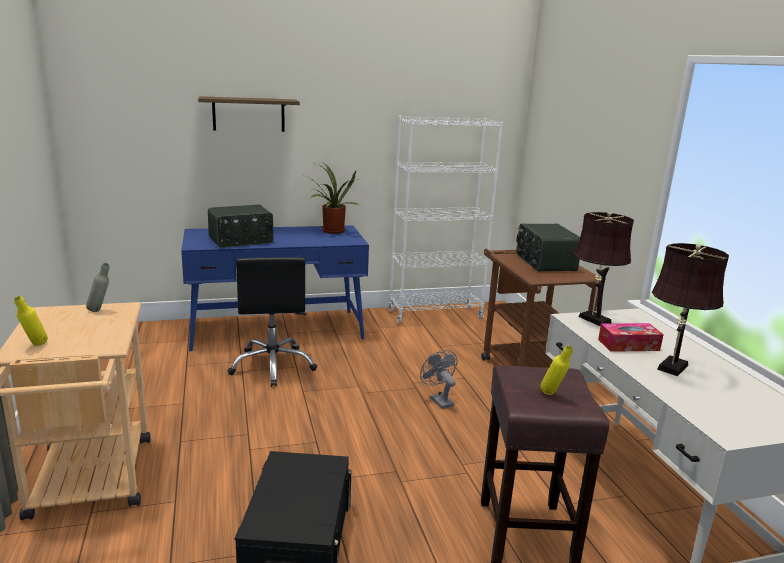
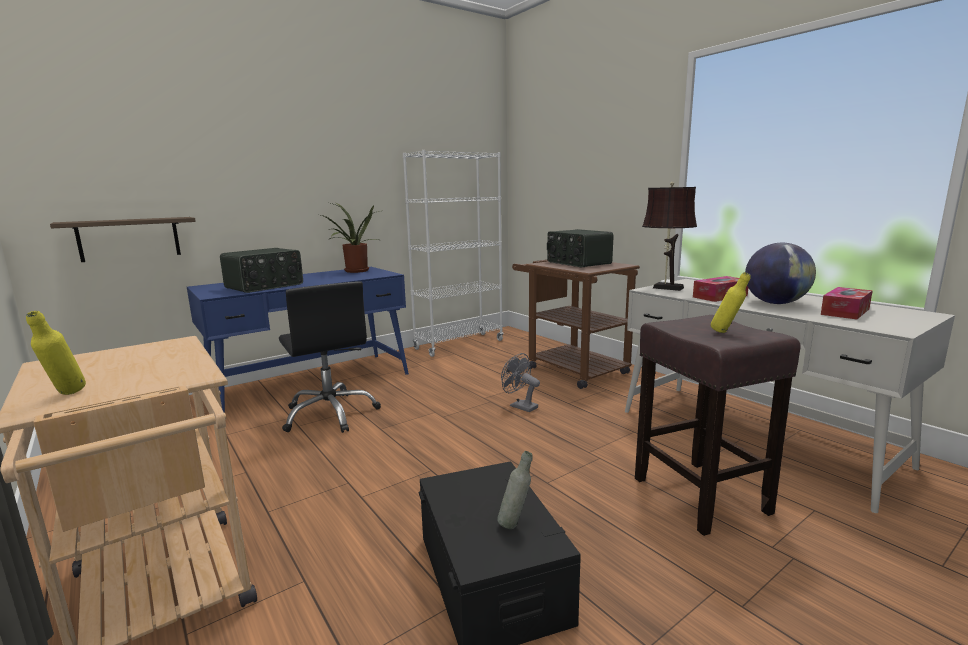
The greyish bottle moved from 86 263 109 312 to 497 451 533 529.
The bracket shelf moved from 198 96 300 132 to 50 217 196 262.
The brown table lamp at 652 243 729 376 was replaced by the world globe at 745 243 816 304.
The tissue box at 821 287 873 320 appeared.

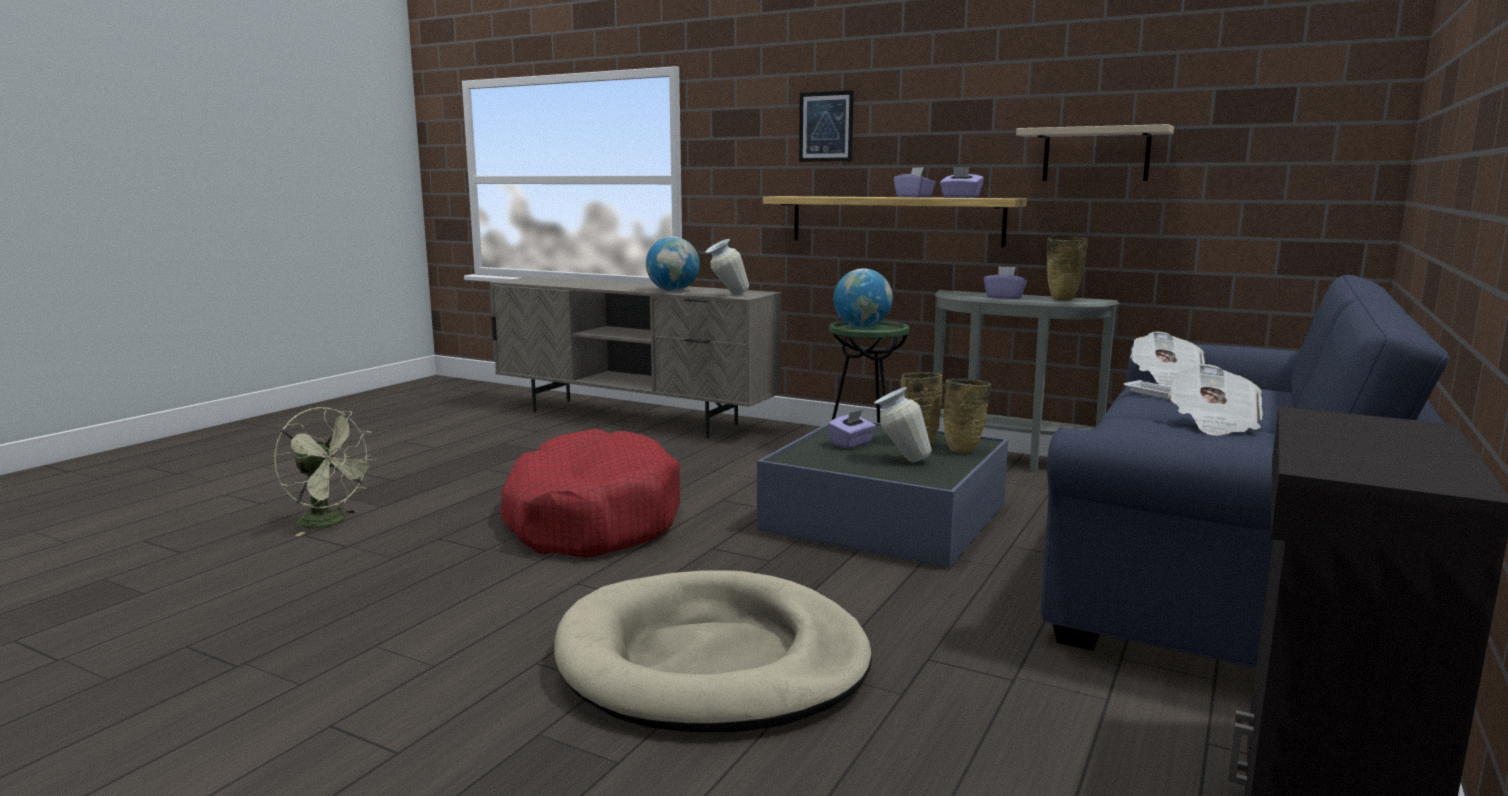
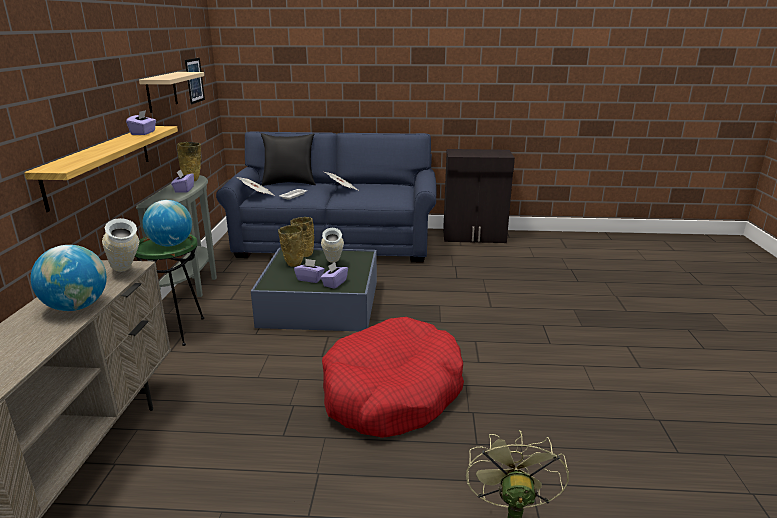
The beige pet bed at 554 570 872 732 disappeared.
The picture moved from 799 90 854 162 to 185 58 205 104.
The purple tissue box moved from 894 167 936 198 to 320 262 348 289.
The black cushion at 261 133 316 186 appeared.

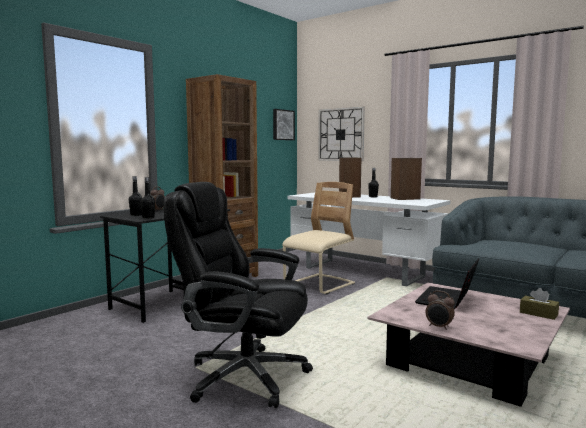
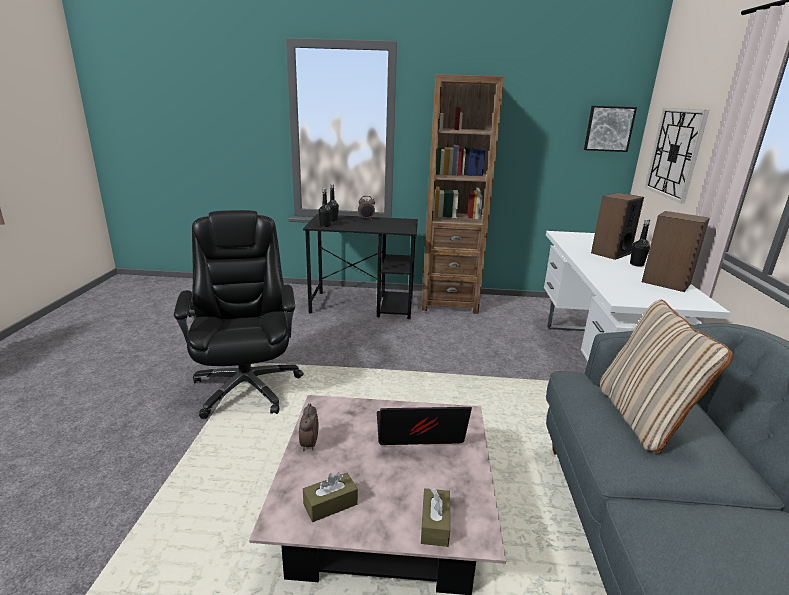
The beige upright chair at 282 182 355 295 disappeared.
The brown tissue box at 303 473 358 522 appeared.
The beige cushion at 600 300 733 454 appeared.

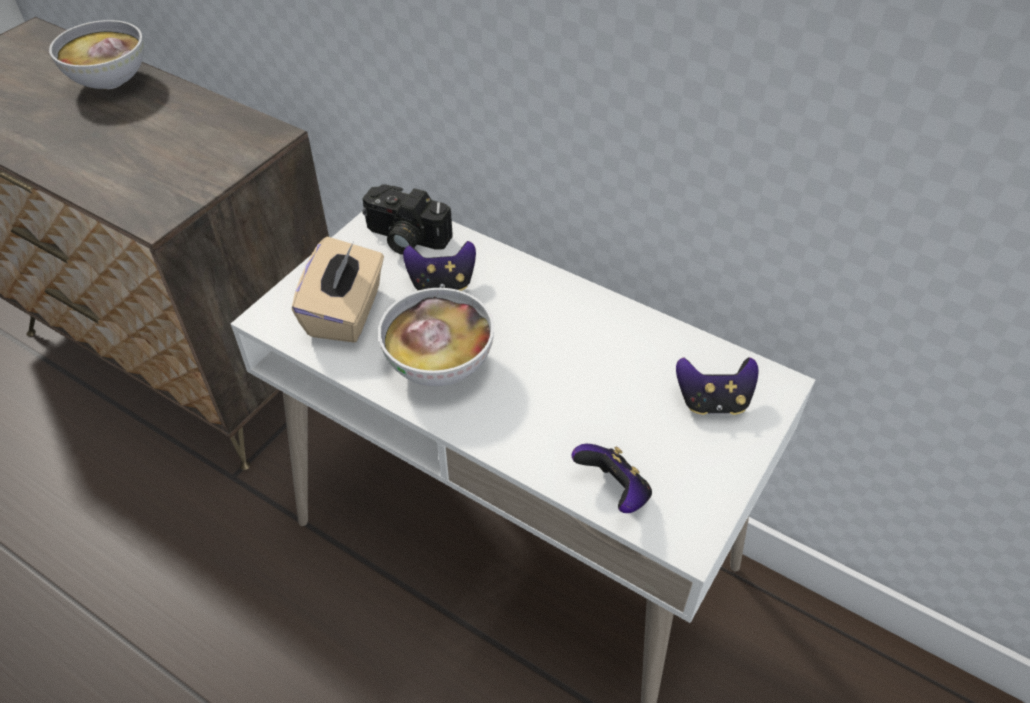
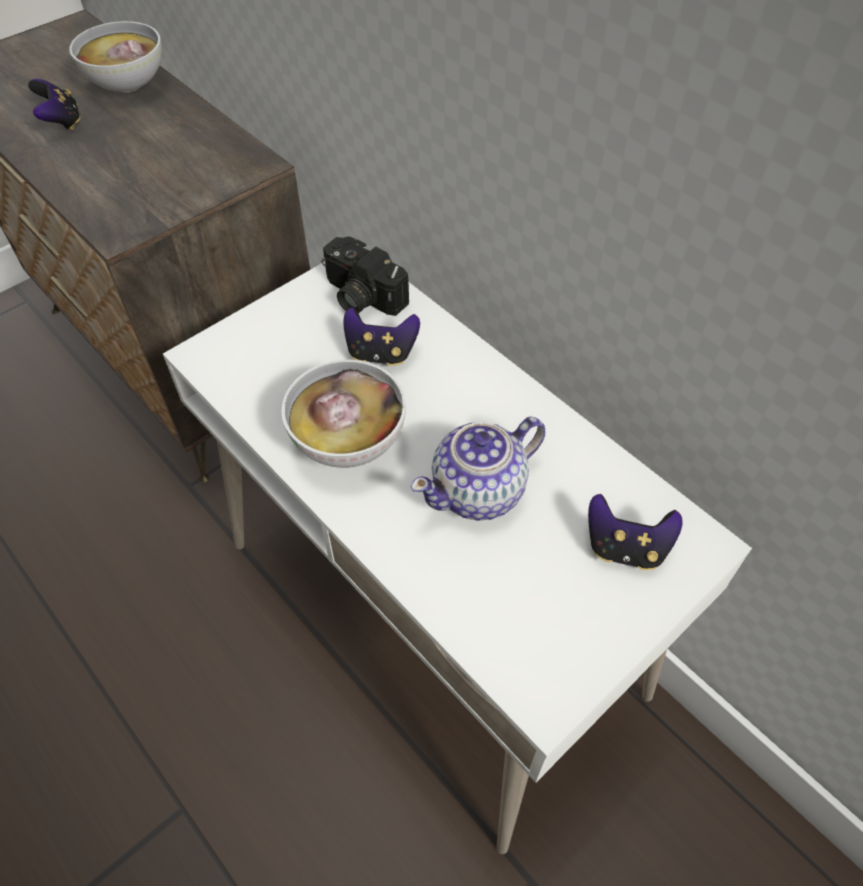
The beige tissue box at 292 236 384 343 disappeared.
The gamepad moved from 572 444 652 513 to 28 79 81 130.
The pot for tea at 411 417 545 521 appeared.

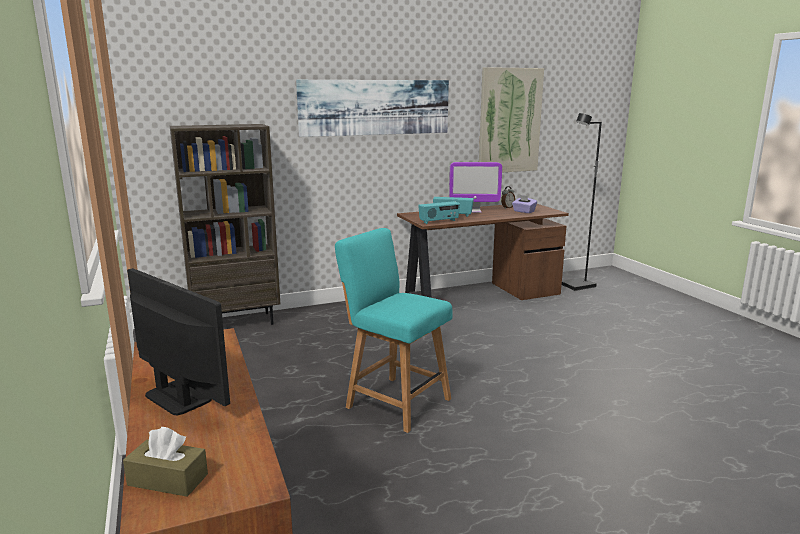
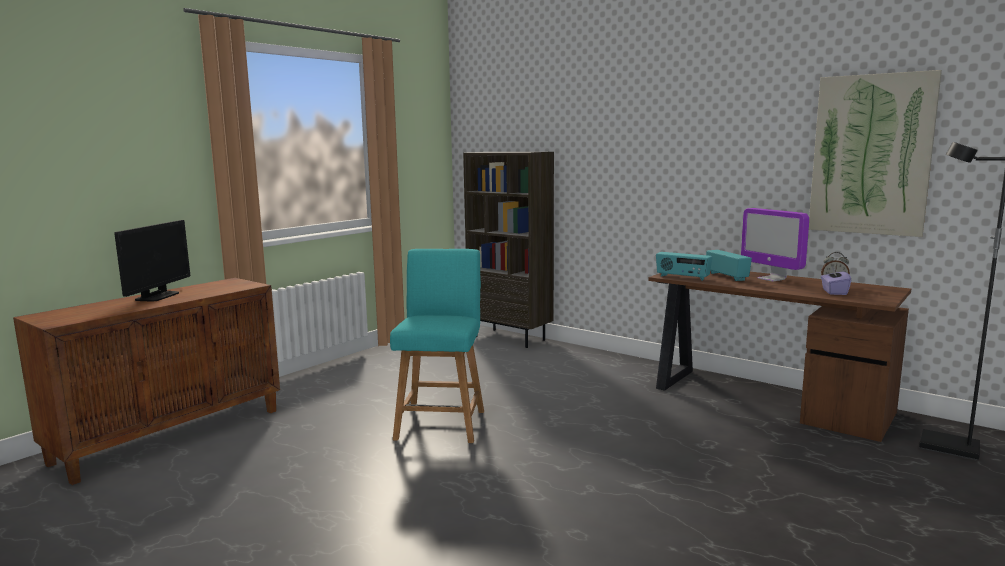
The brown tissue box at 123 427 208 497 disappeared.
The picture at 296 80 449 137 disappeared.

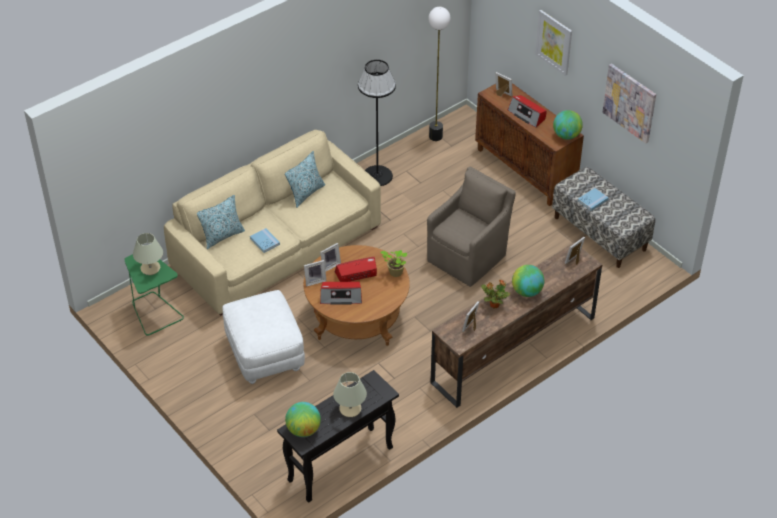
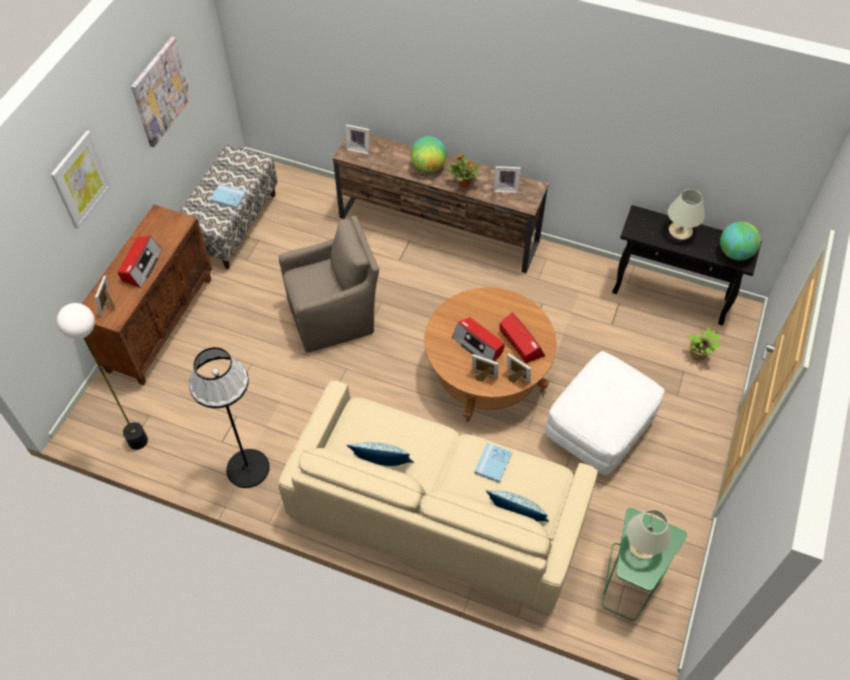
The houseplant moved from 380 250 407 277 to 688 327 720 361.
The brown easy chair at 427 166 516 287 turned 150 degrees clockwise.
The world globe at 553 110 583 140 disappeared.

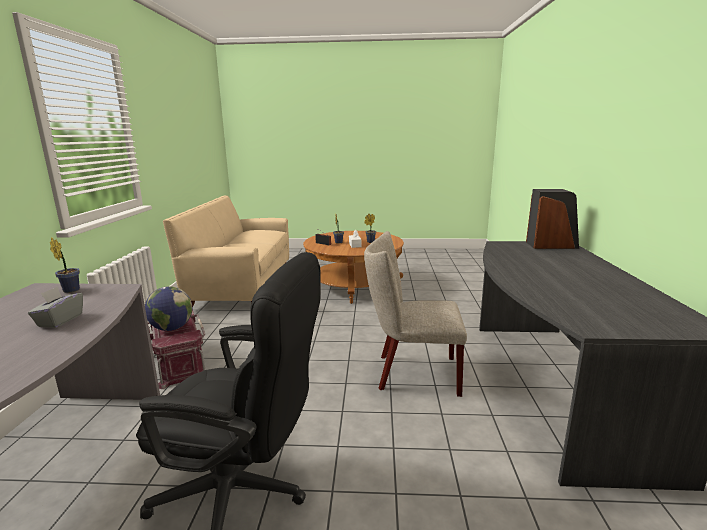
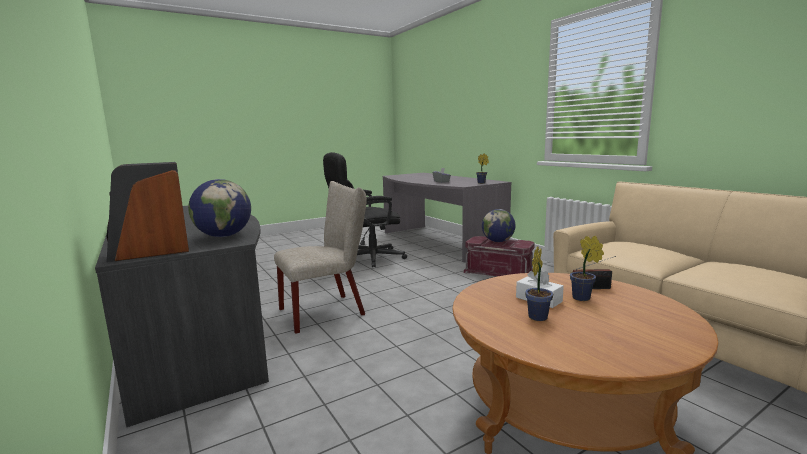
The world globe at 188 179 251 237 appeared.

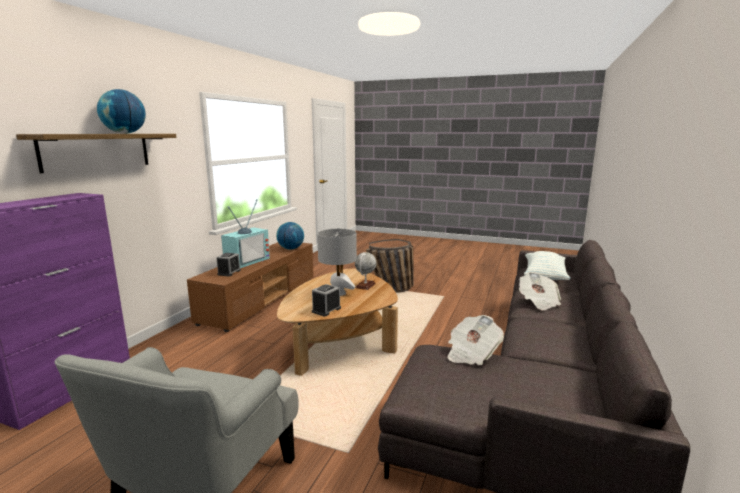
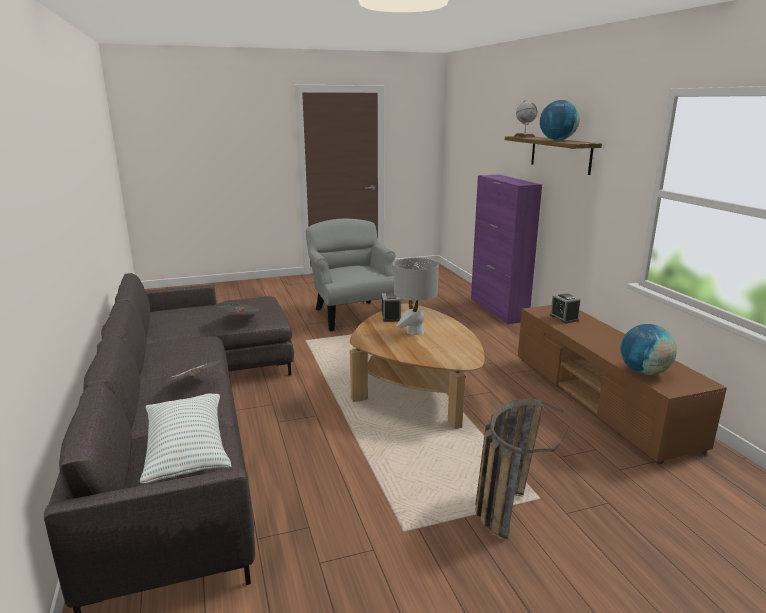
The TV set at 221 199 270 269 disappeared.
The world globe moved from 355 252 376 290 to 515 100 537 137.

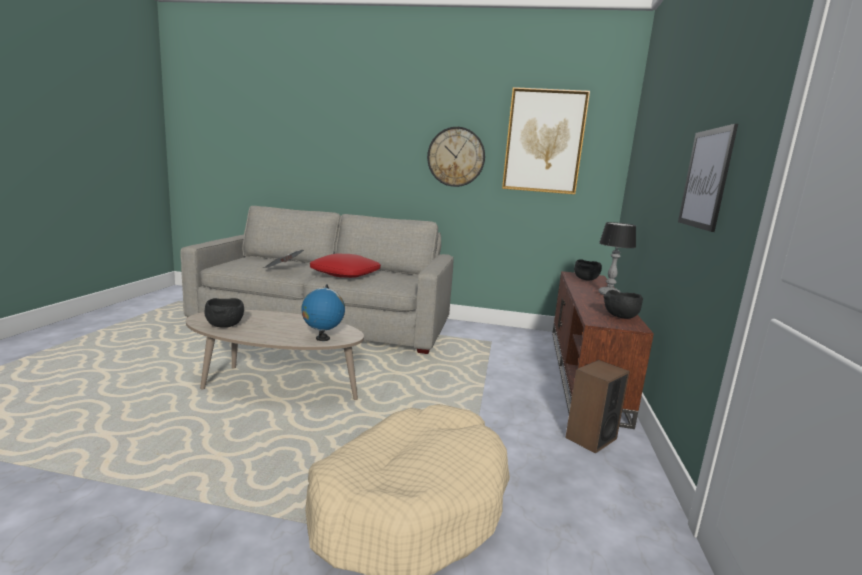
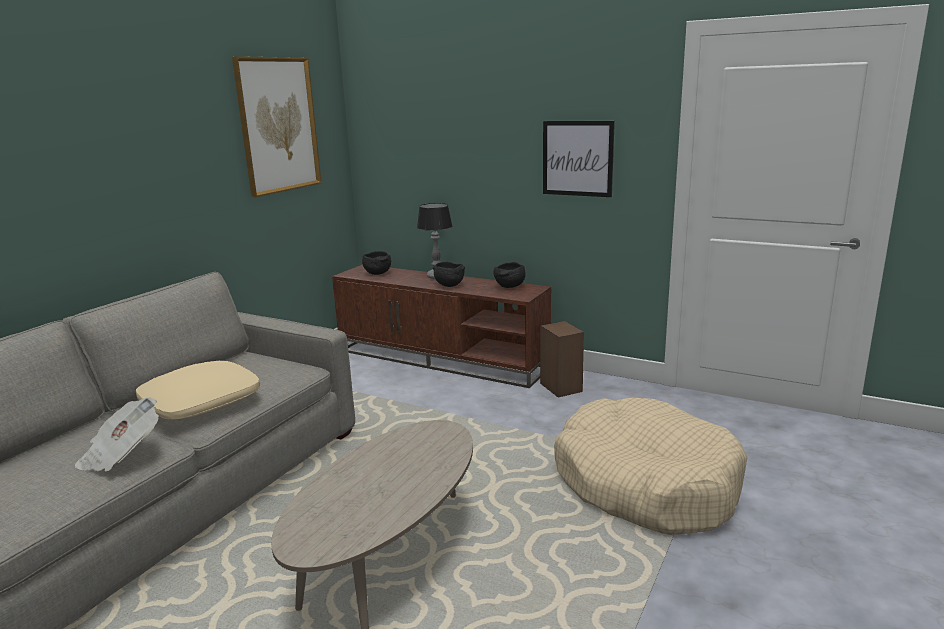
The black serving bowl moved from 205 298 244 328 to 433 262 465 287.
The world globe at 301 285 345 341 disappeared.
The red cushion at 310 253 381 278 became the beige cushion at 136 361 260 420.
The hanging clock at 427 127 485 187 disappeared.

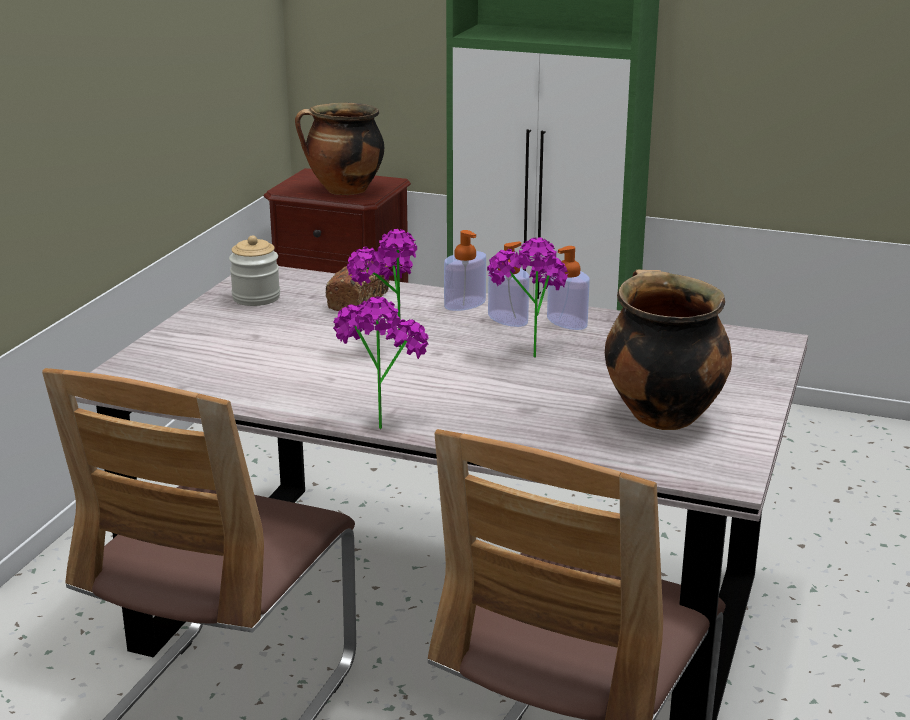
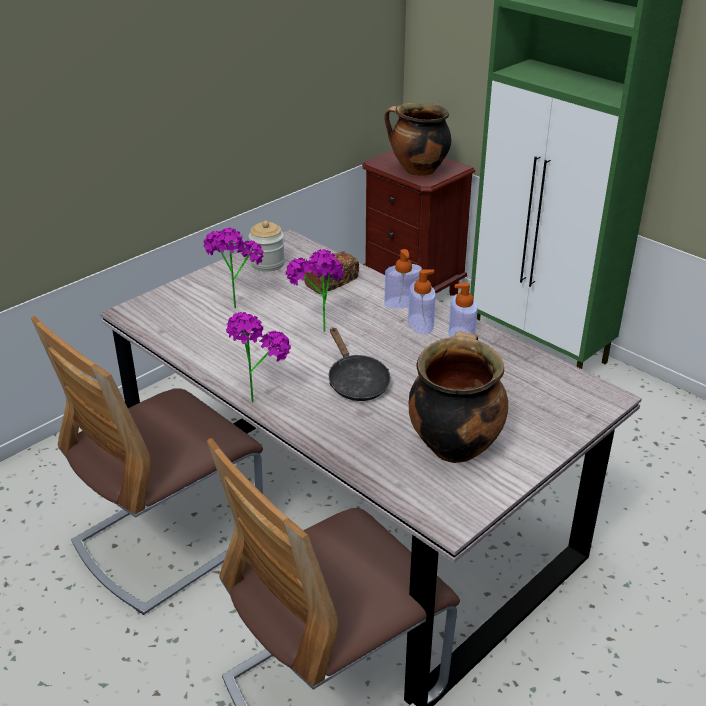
The houseplant moved from 487 237 568 358 to 203 228 264 308.
The black frying pan at 328 327 390 401 appeared.

